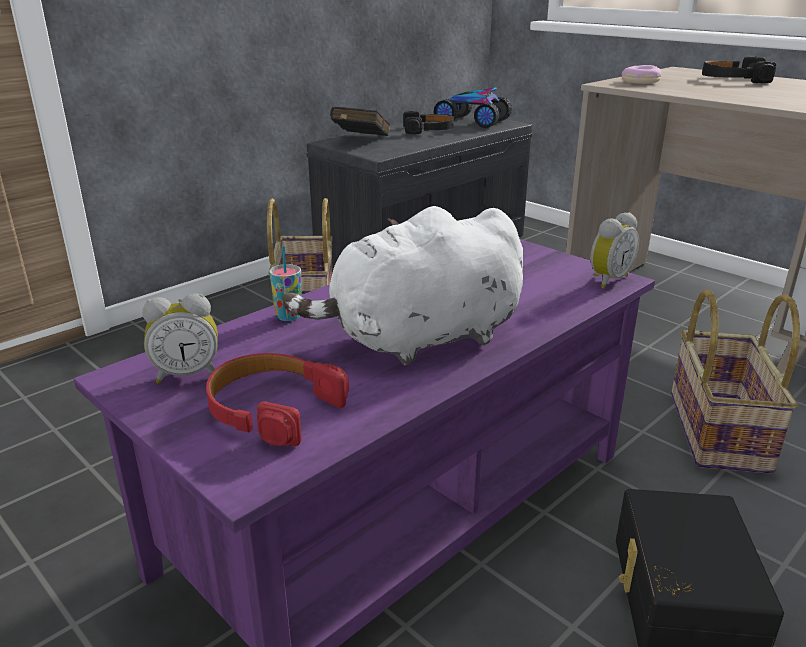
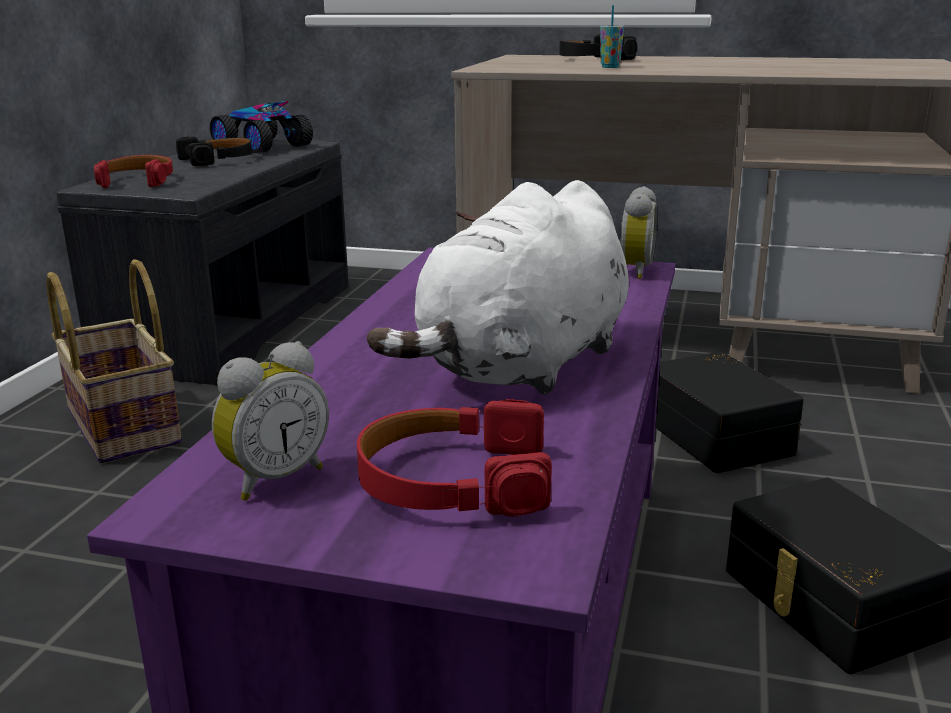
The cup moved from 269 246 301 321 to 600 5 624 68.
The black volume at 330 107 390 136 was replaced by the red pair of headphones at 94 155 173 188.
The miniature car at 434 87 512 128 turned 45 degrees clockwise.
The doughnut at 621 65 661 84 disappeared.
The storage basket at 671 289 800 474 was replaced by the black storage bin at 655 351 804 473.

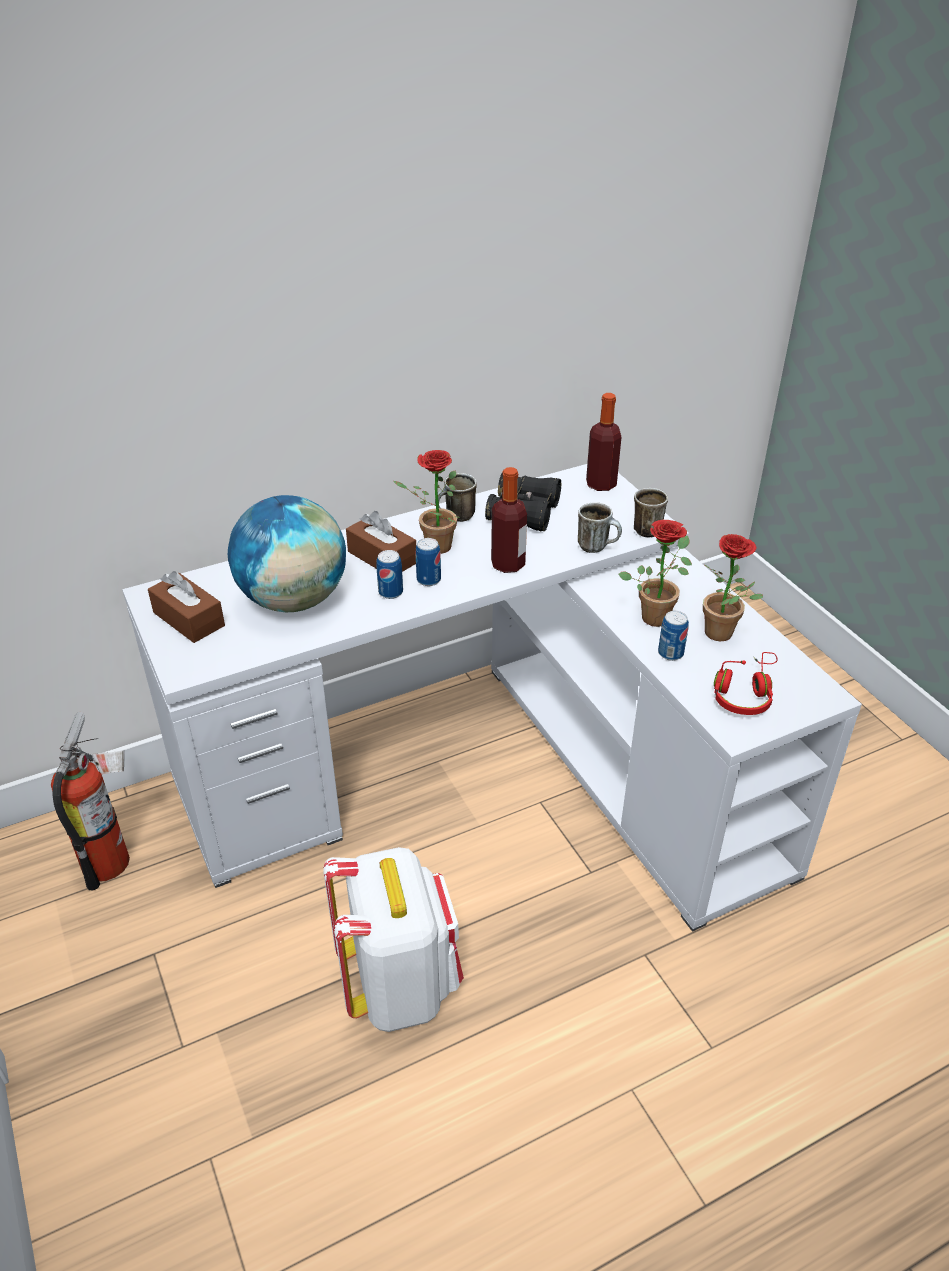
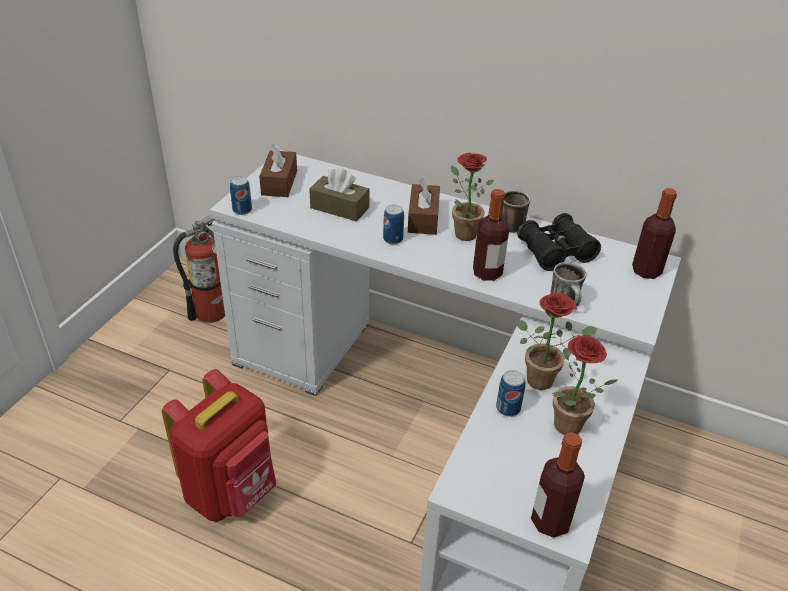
The world globe at 228 495 346 612 was replaced by the brown tissue box at 309 168 370 221.
The white-coloured knapsack at 323 847 464 1032 became the red knapsack at 162 369 276 522.
The sealed can moved from 416 538 441 586 to 230 176 252 215.
The coffee mug at 634 488 668 538 disappeared.
The red pair of headphones at 714 652 778 715 disappeared.
The bottle at 531 432 585 538 appeared.

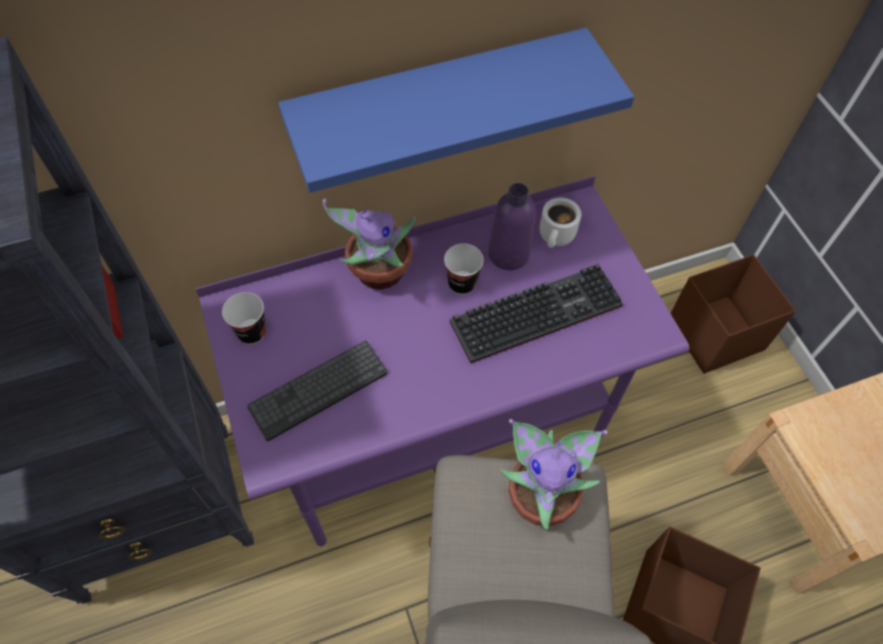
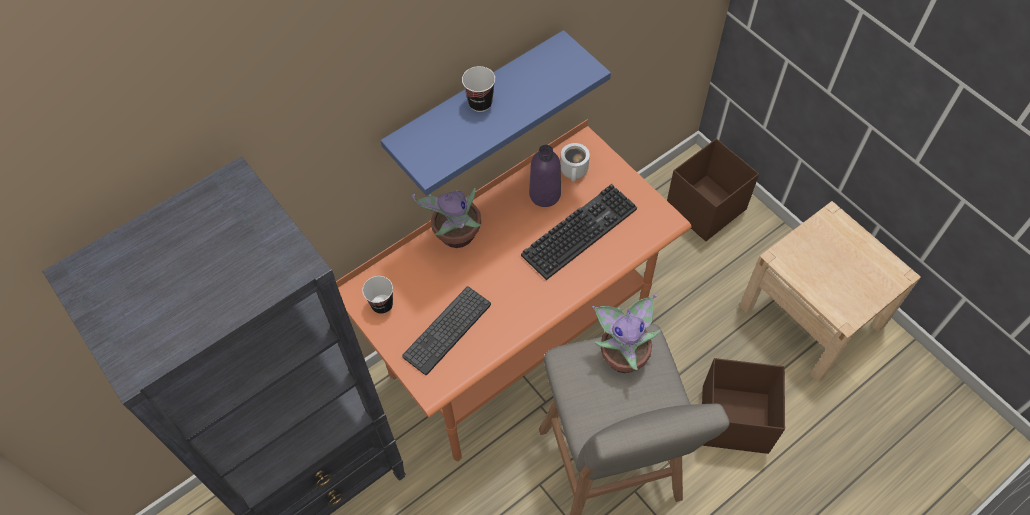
The purple desk at 195 176 689 546 became the orange desk at 336 119 691 461.
The cup moved from 444 243 484 295 to 462 66 495 112.

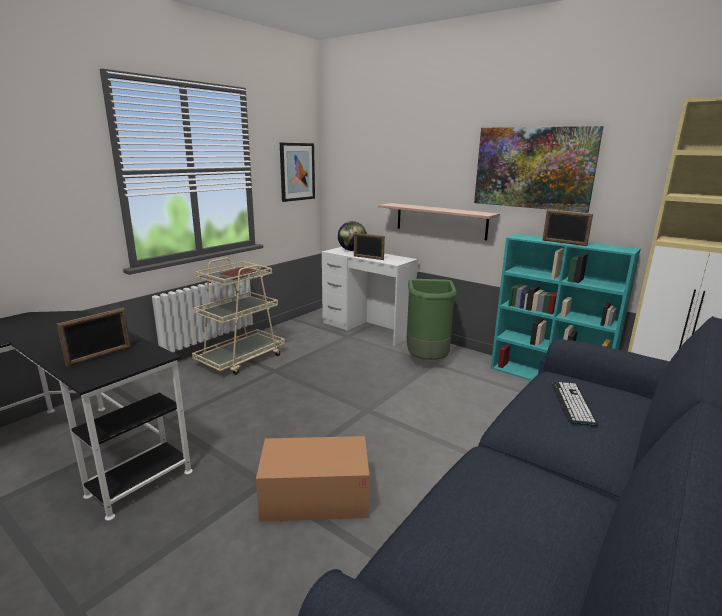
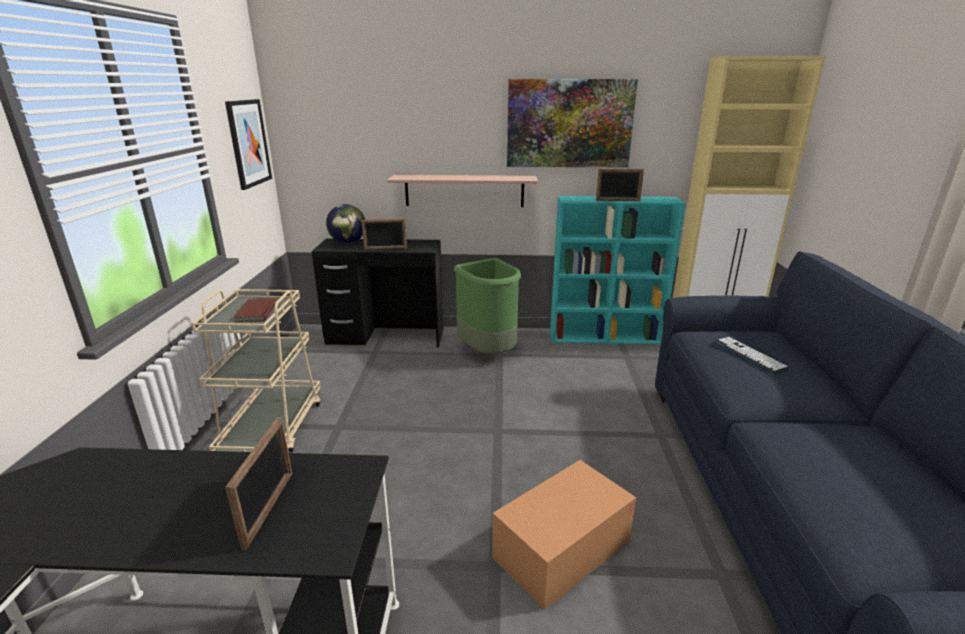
The white-coloured desk at 322 247 418 346 became the black desk at 311 239 444 348.

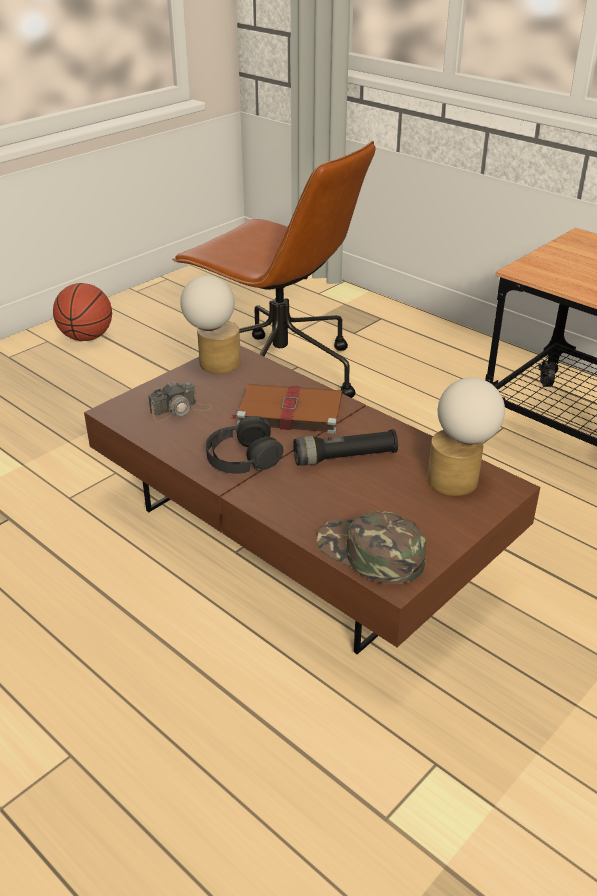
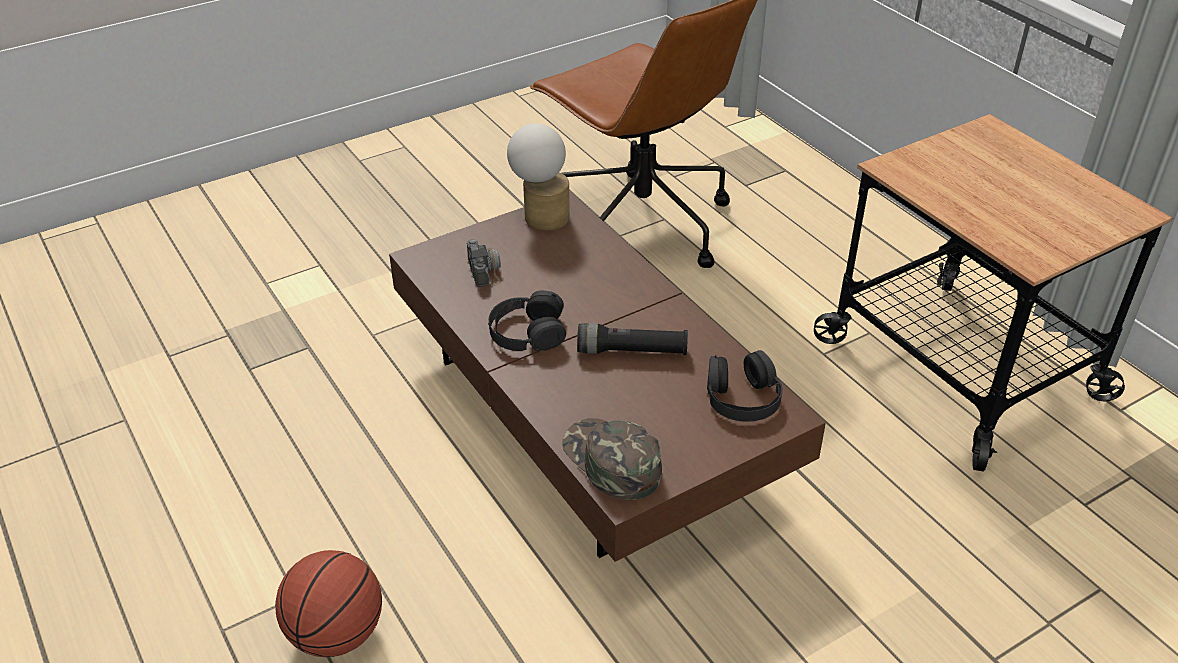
The ball for basketball moved from 53 283 112 341 to 275 550 382 657.
The photo camera at 148 381 212 422 turned 90 degrees counterclockwise.
The brown volume at 230 384 342 434 disappeared.
The table lamp at 428 377 505 496 was replaced by the black pair of headphones at 707 350 783 422.

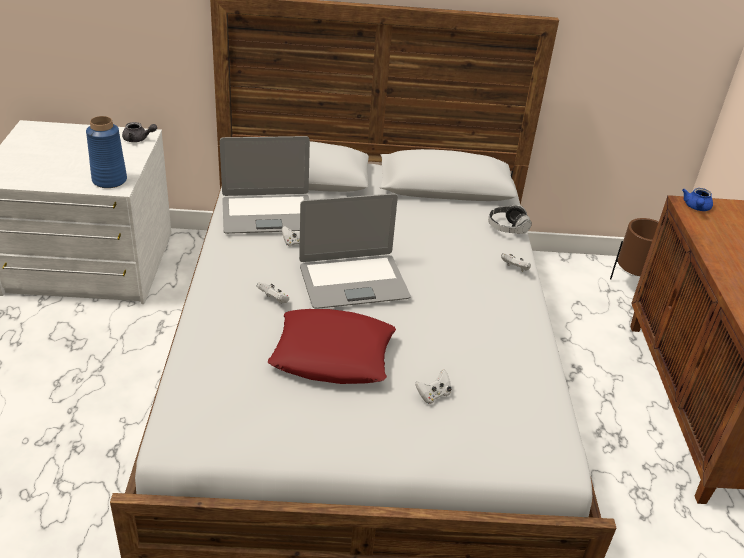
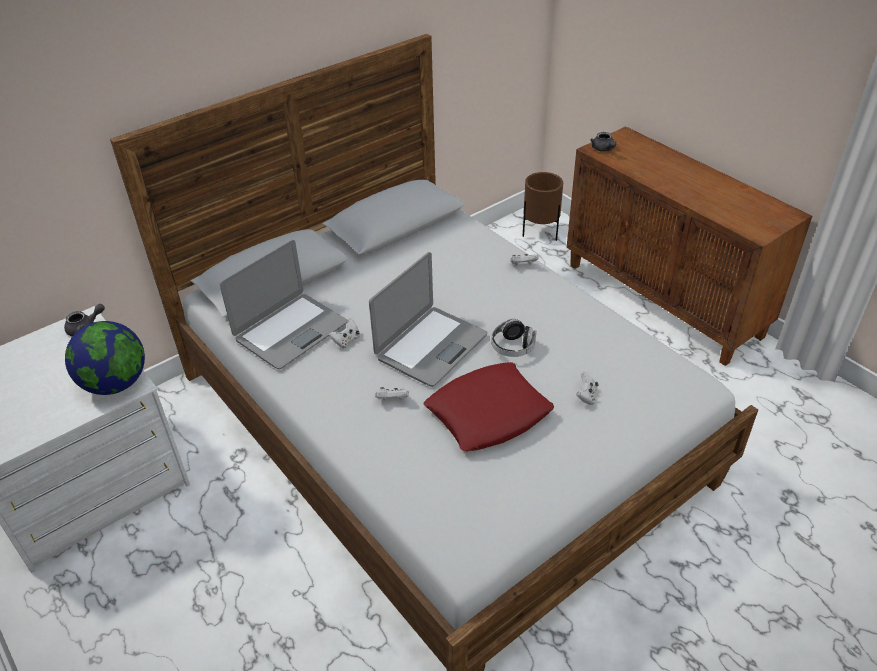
The blue vase at 86 116 127 188 was replaced by the world globe at 65 321 145 395.
The pair of headphones moved from 488 205 532 234 to 491 318 536 357.
The blue pot for tea at 682 188 713 211 became the greyish pot for tea at 590 132 616 152.

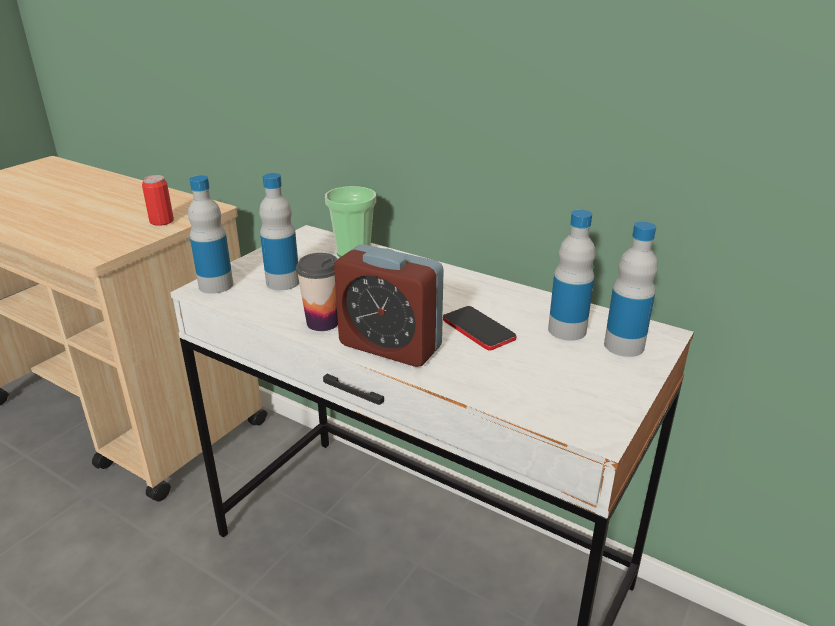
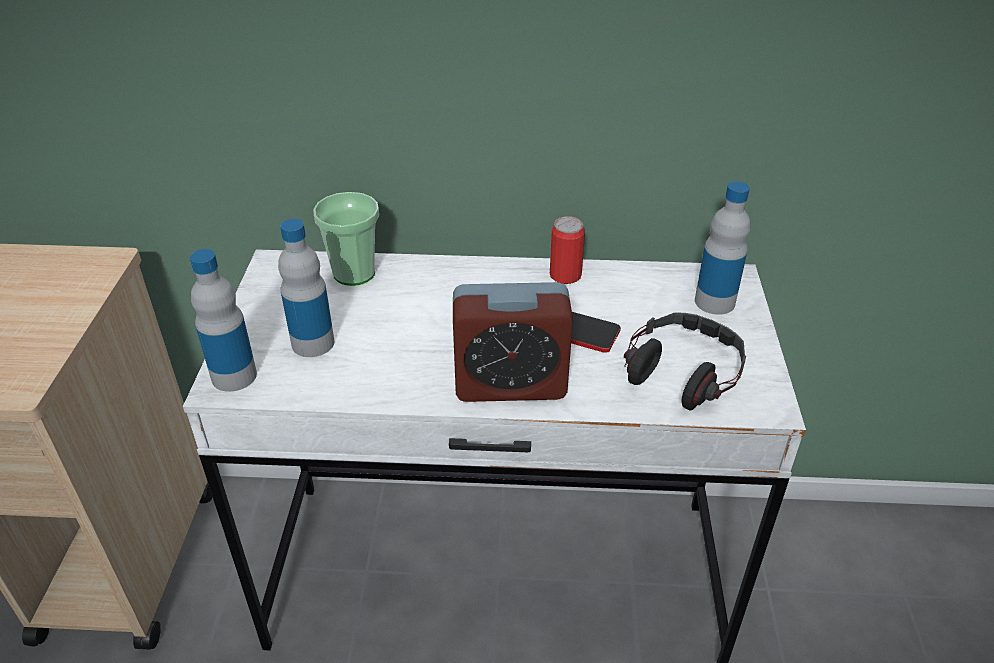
The sealed can moved from 142 175 174 226 to 550 216 585 284.
The cup at 296 253 338 331 disappeared.
The bottle at 548 210 595 341 disappeared.
The pair of headphones at 624 313 746 411 appeared.

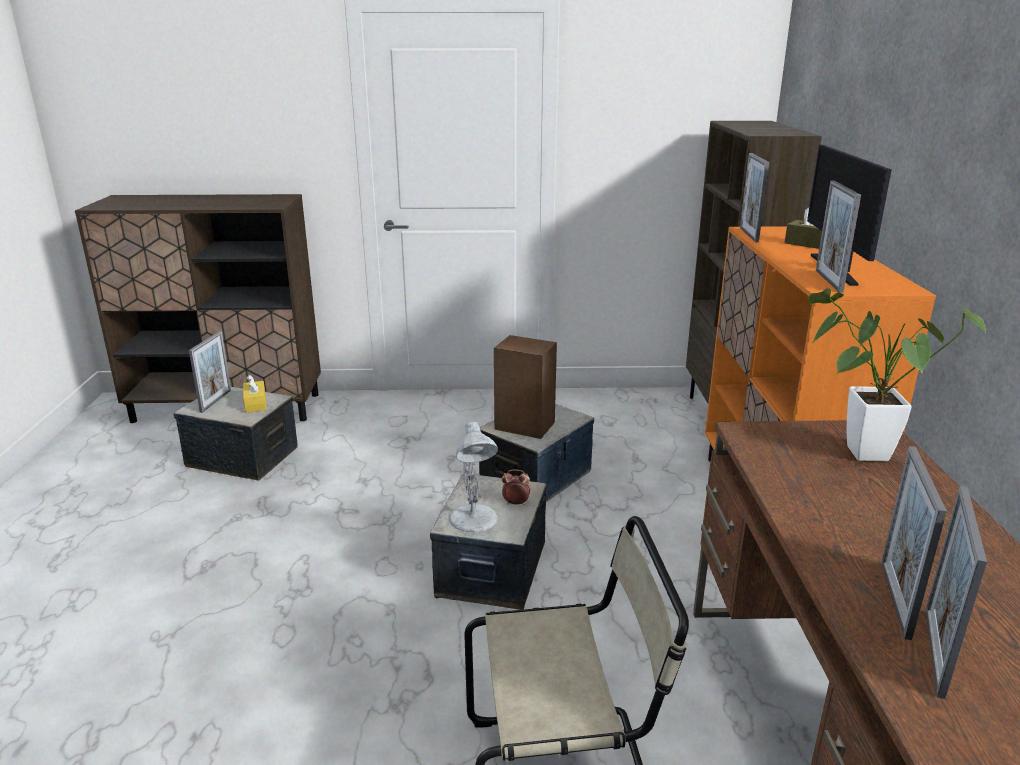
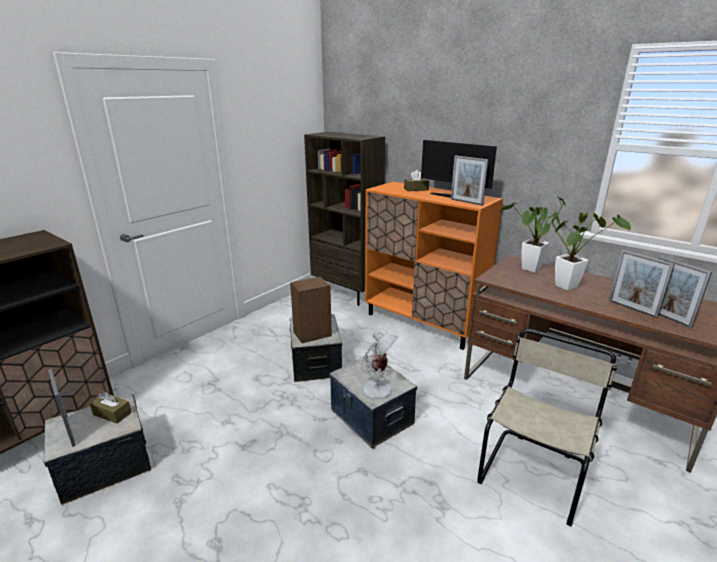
The yellow tissue box at 243 374 267 413 became the brown tissue box at 90 392 132 424.
The photo frame at 740 153 769 243 disappeared.
The houseplant at 545 212 631 291 appeared.

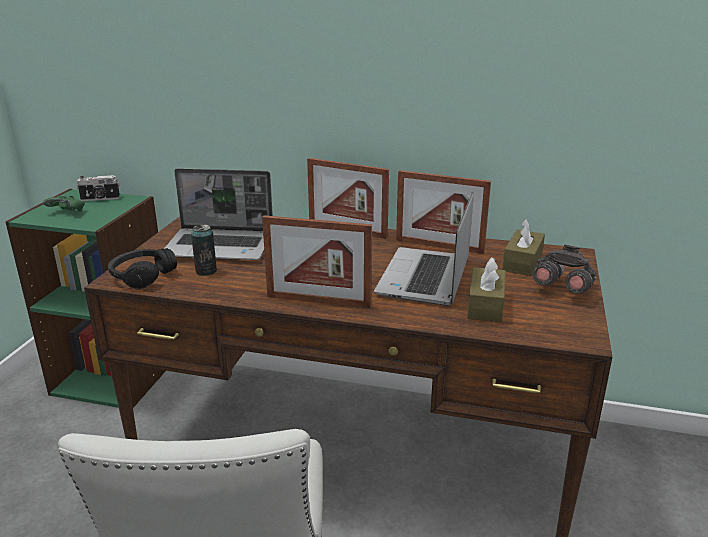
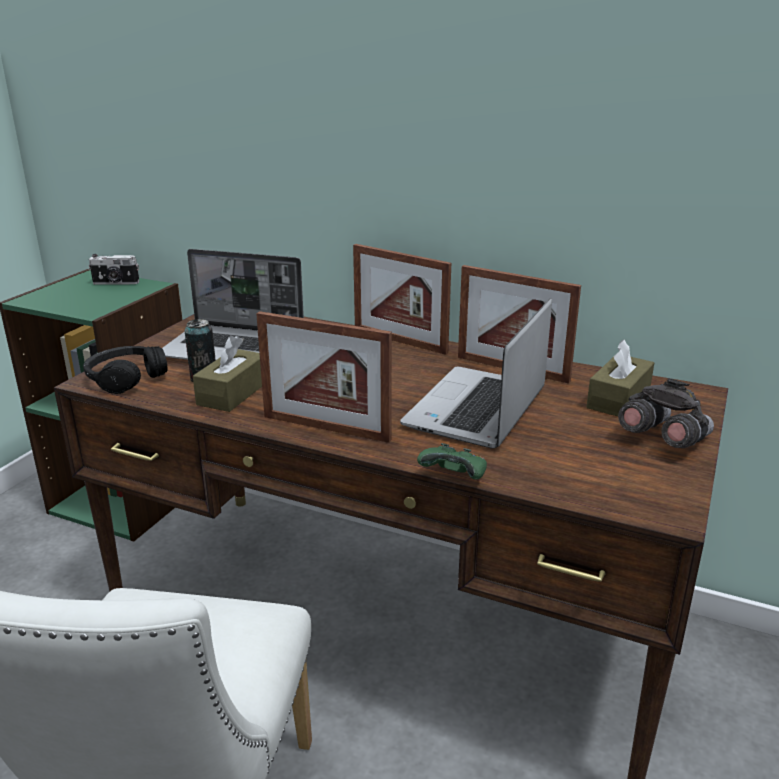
The greenish gamepad moved from 43 196 85 211 to 417 443 487 480.
The brown tissue box moved from 467 257 505 322 to 193 335 262 412.

